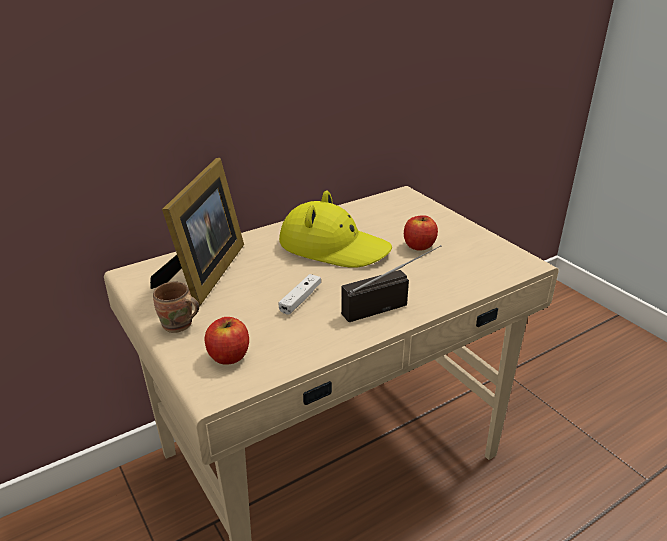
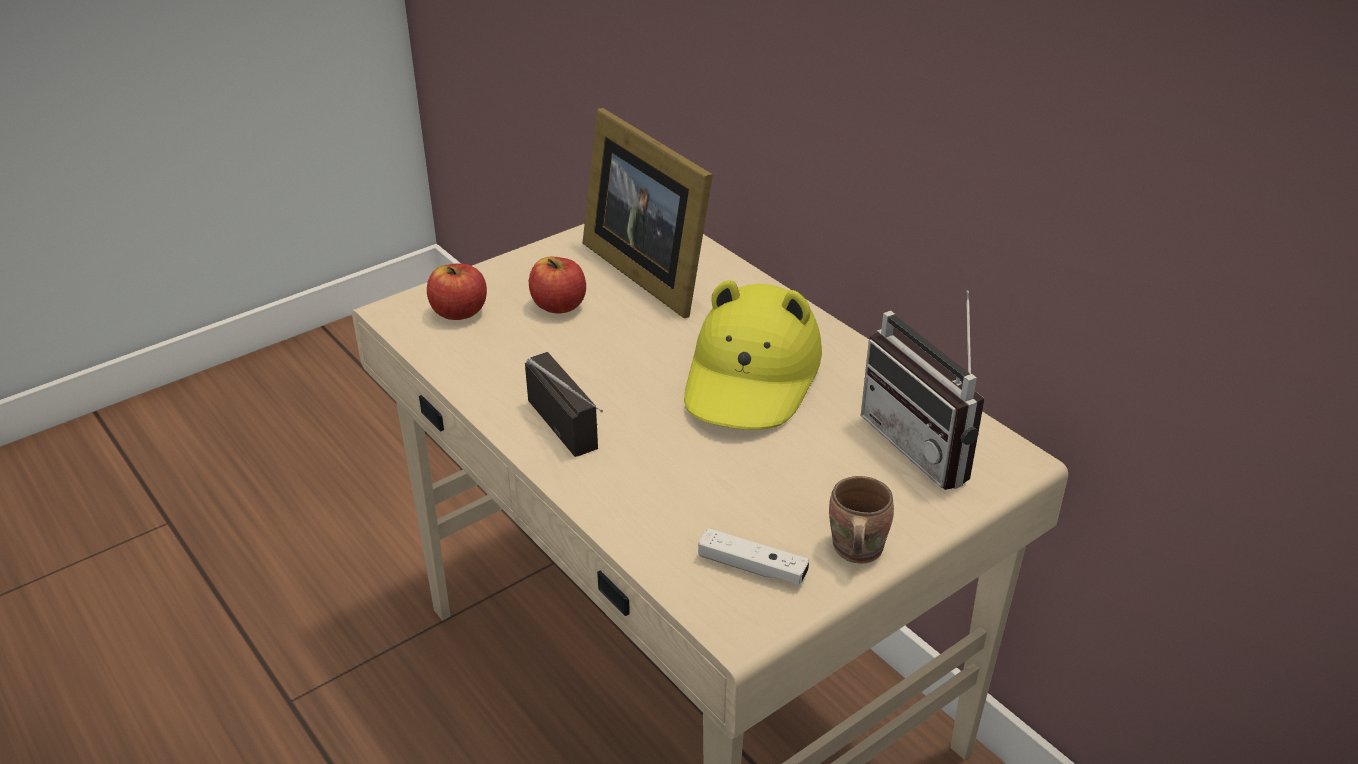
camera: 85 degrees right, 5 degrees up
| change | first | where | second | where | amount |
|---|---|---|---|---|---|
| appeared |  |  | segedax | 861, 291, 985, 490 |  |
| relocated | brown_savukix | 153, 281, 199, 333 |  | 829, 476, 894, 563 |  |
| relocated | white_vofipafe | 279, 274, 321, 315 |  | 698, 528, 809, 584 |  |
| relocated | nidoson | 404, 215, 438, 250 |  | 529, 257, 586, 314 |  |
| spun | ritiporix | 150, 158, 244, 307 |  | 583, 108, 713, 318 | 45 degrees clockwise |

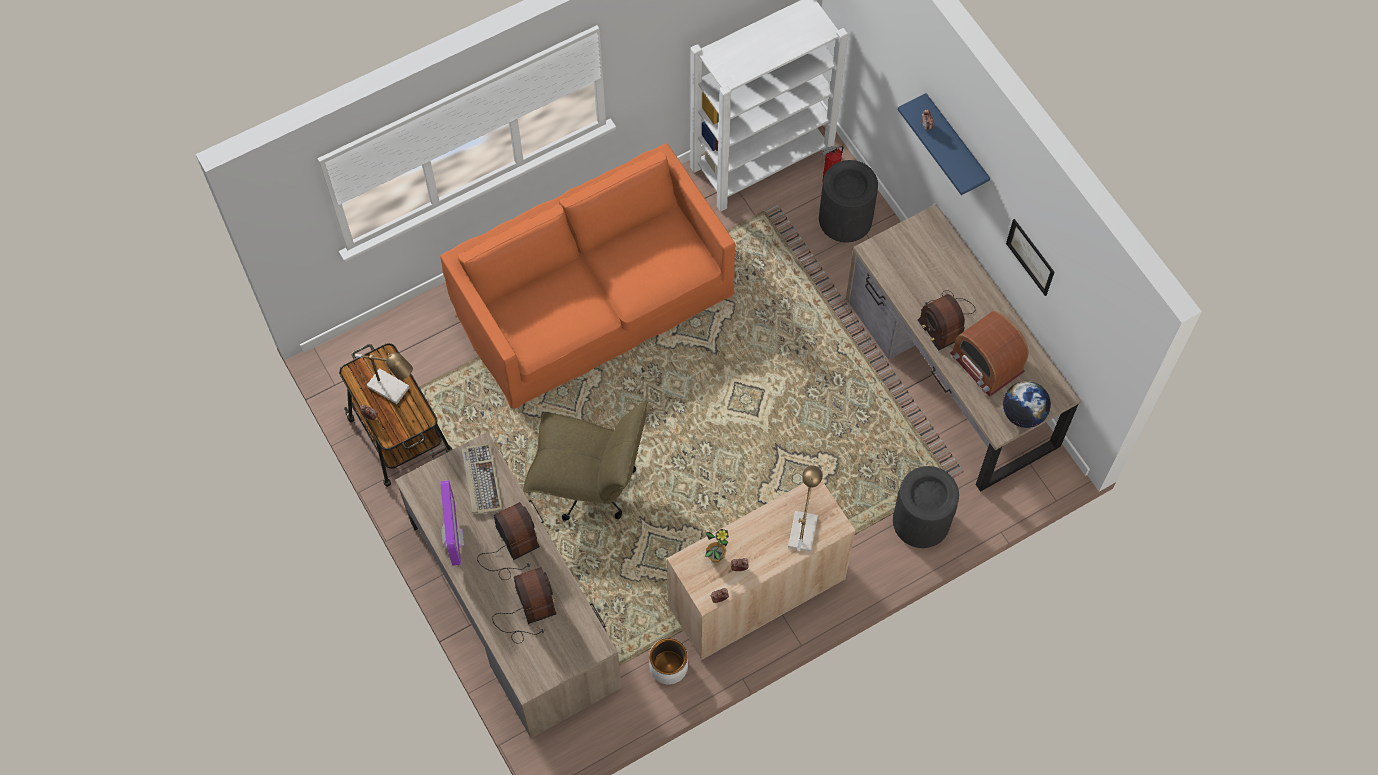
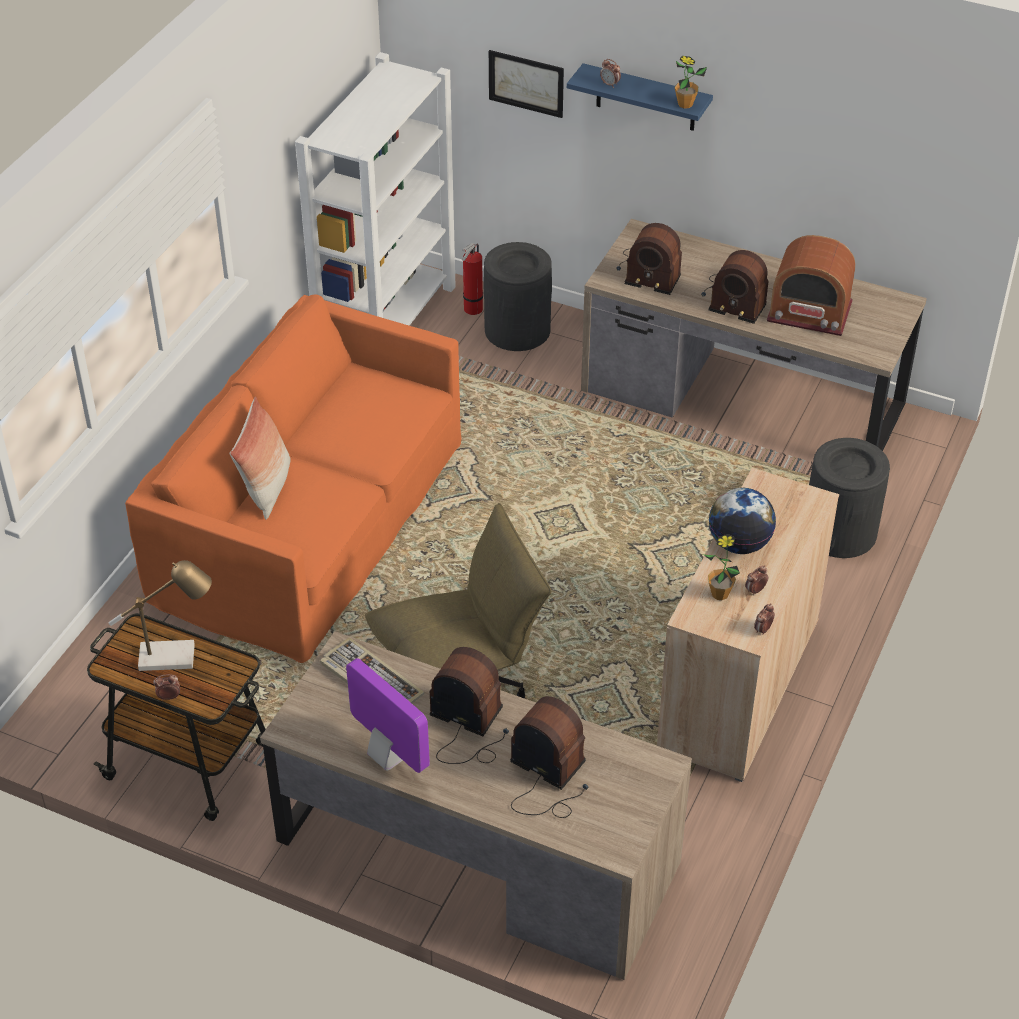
camera: 35 degrees left, 20 degrees down
| change | first | where | second | where | amount |
|---|---|---|---|---|---|
| missing | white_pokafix | 649, 638, 688, 685 |  |  |  |
| missing | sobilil | 788, 466, 823, 552 |  |  |  |
| appeared |  |  | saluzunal | 230, 396, 291, 520 |  |
| appeared |  |  | segedax | 616, 223, 682, 295 |  |
| appeared |  |  | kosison | 674, 56, 707, 109 |  |
| relocated | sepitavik | 1003, 381, 1051, 428 |  | 709, 488, 776, 554 |  |
| relocated | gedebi | 1006, 219, 1055, 296 |  | 489, 50, 564, 118 |  |

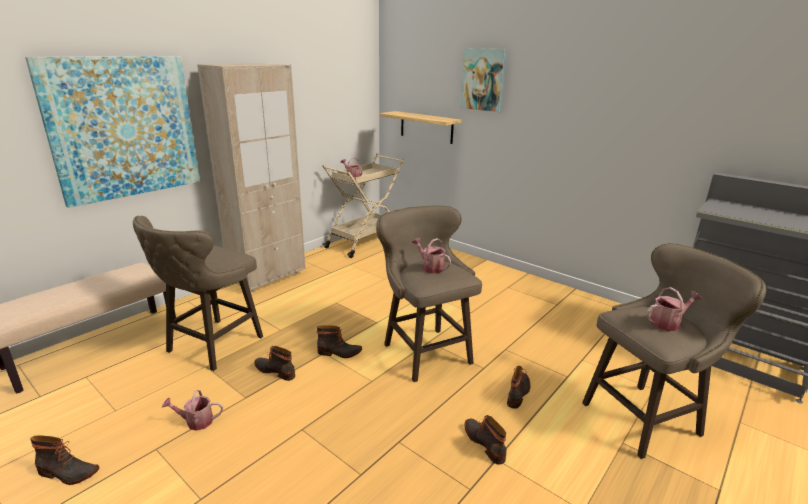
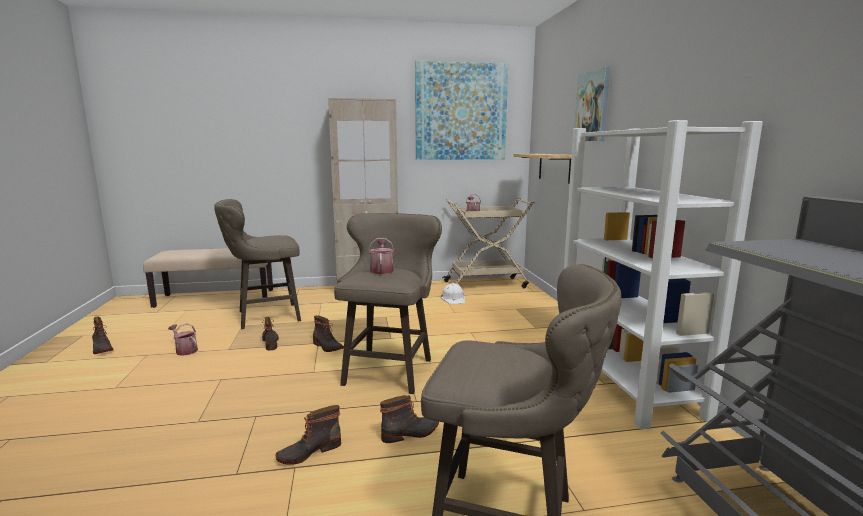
camera: 40 degrees right, 10 degrees down
| change | first | where | second | where | amount |
|---|---|---|---|---|---|
| missing | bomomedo | 646, 287, 702, 331 |  |  |  |
| appeared |  |  | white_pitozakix | 440, 283, 465, 304 |  |
| appeared |  |  | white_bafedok | 564, 120, 763, 429 |  |
| relocated | gedebi | 25, 56, 200, 208 |  | 415, 61, 508, 160 |  |
| spun | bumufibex | 464, 415, 507, 465 |  | 276, 405, 341, 465 | 135 degrees counterclockwise |

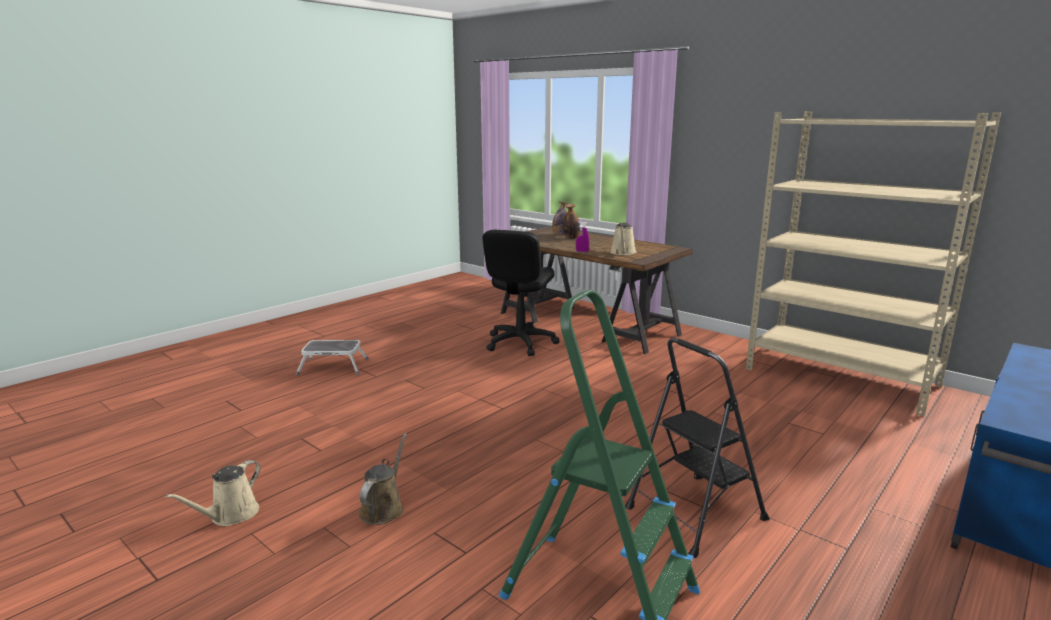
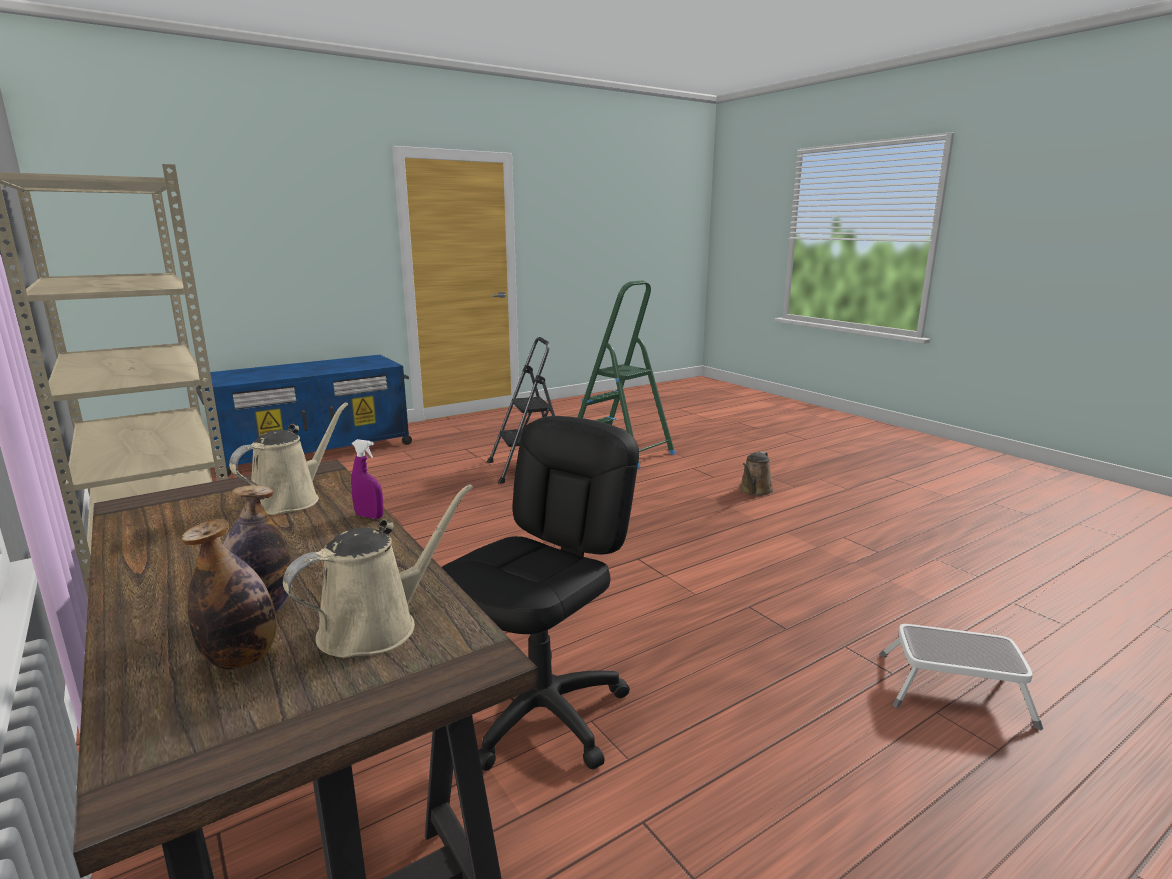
camera: 165 degrees left, 0 degrees up
| change | first | where | second | where | amount |
|---|---|---|---|---|---|
| relocated | beige_bomomedo | 165, 460, 261, 526 |  | 283, 484, 473, 658 |  |

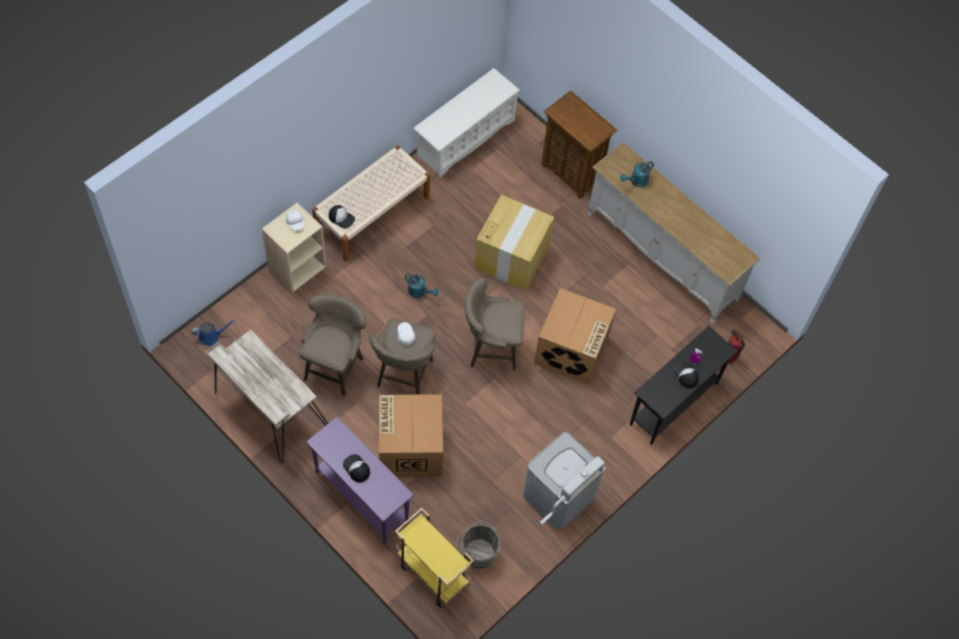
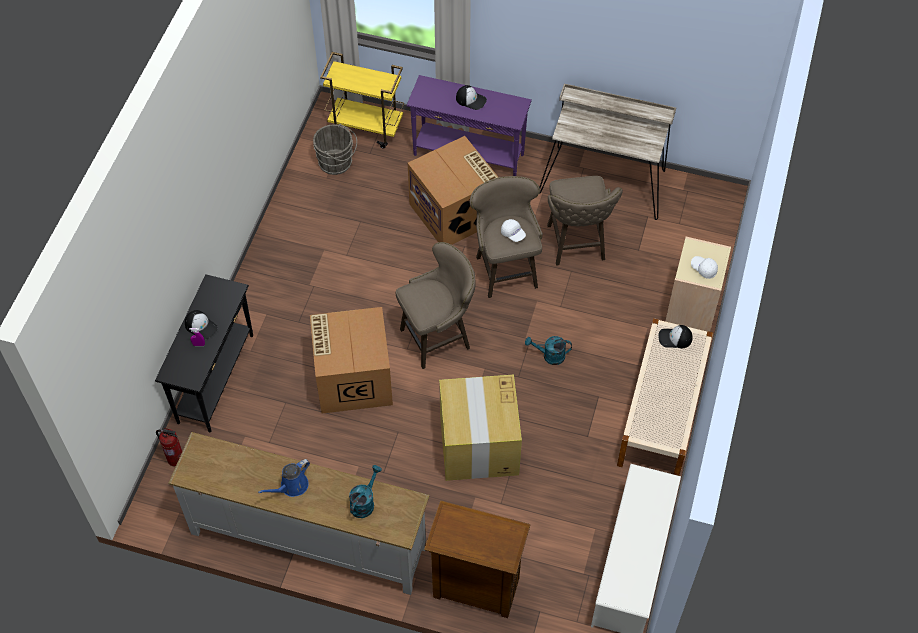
camera: 155 degrees right, 5 degrees down
| change | first | where | second | where | amount |
|---|---|---|---|---|---|
| missing | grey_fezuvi | 523, 432, 606, 530 |  |  |  |
| relocated | blue_bomomedo | 191, 320, 235, 346 |  | 258, 459, 310, 497 |  |

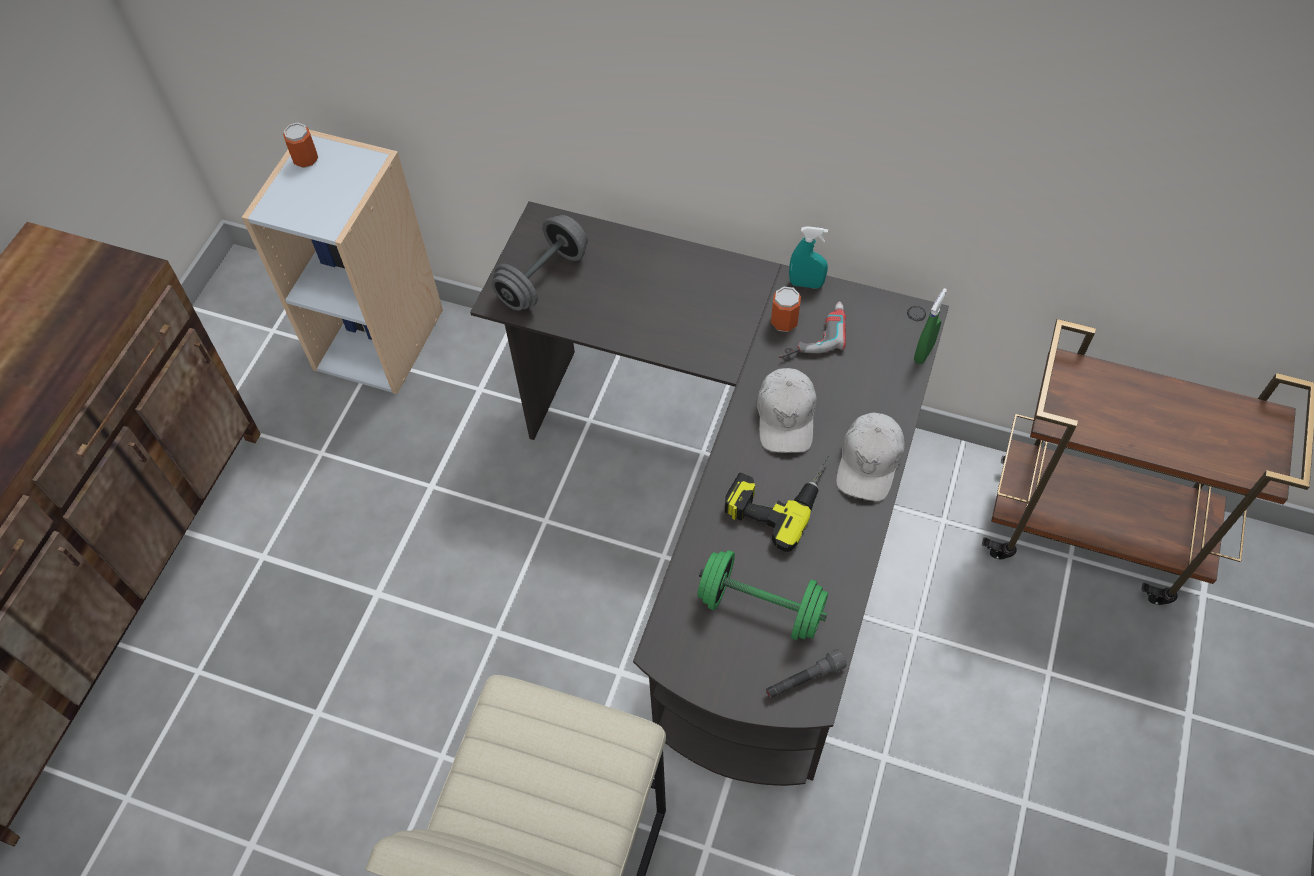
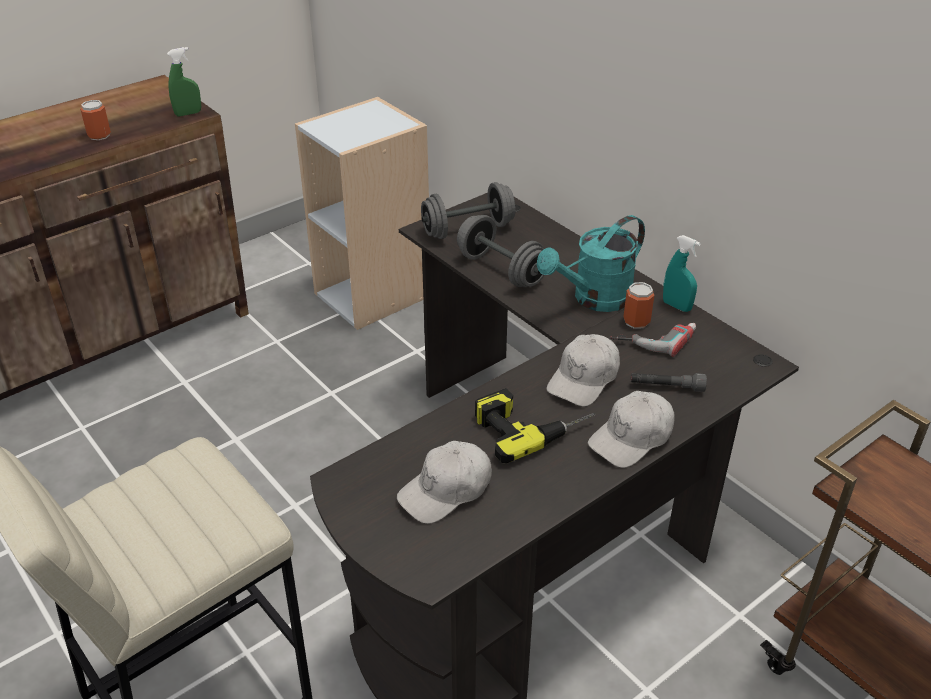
camera: 30 degrees right, 20 degrees down
| change | first | where | second | where | amount |
|---|---|---|---|---|---|
| appeared |  |  | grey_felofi | 457, 215, 545, 287 |  |
| appeared |  |  | turquoise_bomomedo | 537, 215, 645, 312 |  |
| relocated | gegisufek | 283, 122, 318, 168 |  | 80, 100, 111, 140 |  |
| relocated | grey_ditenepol | 766, 649, 847, 698 |  | 631, 373, 707, 392 |  |
| relocated | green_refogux | 914, 288, 947, 364 |  | 167, 47, 201, 116 |  |
| exchanged | green_felofi | 697, 550, 828, 640 | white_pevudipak | 397, 441, 492, 524 |  |

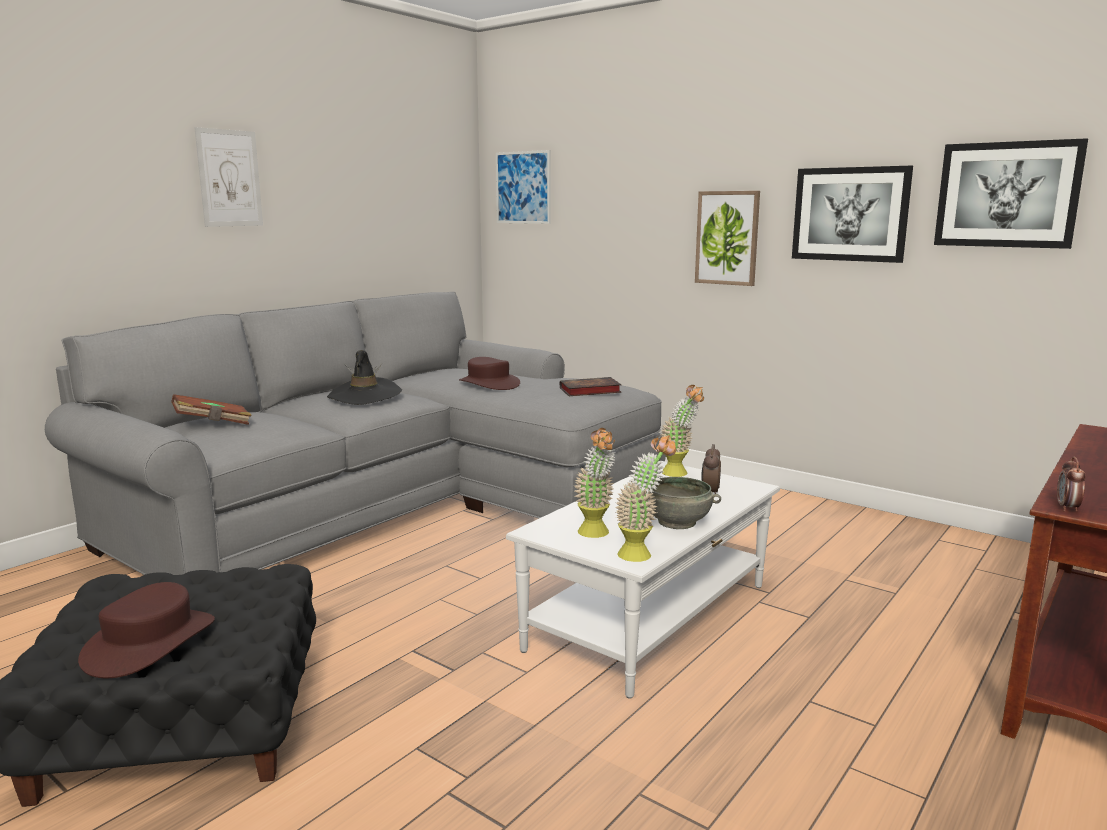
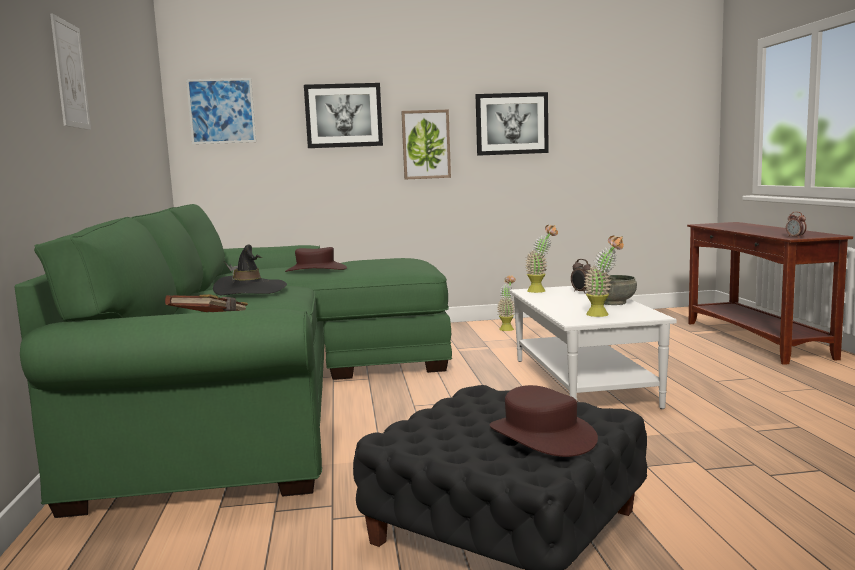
camera: 45 degrees left, 5 degrees down
| change | first | where | second | where | amount |
|---|---|---|---|---|---|
| missing | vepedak | 560, 377, 622, 396 |  |  |  |
| relocated | kosison | 615, 435, 676, 562 |  | 497, 275, 516, 331 |  |
| relocated | gedebi | 934, 138, 1088, 249 |  | 304, 83, 383, 148 |  |
| colour | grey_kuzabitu | 45, 292, 666, 575 | green_kuzabitu | 15, 204, 452, 518 |  |

